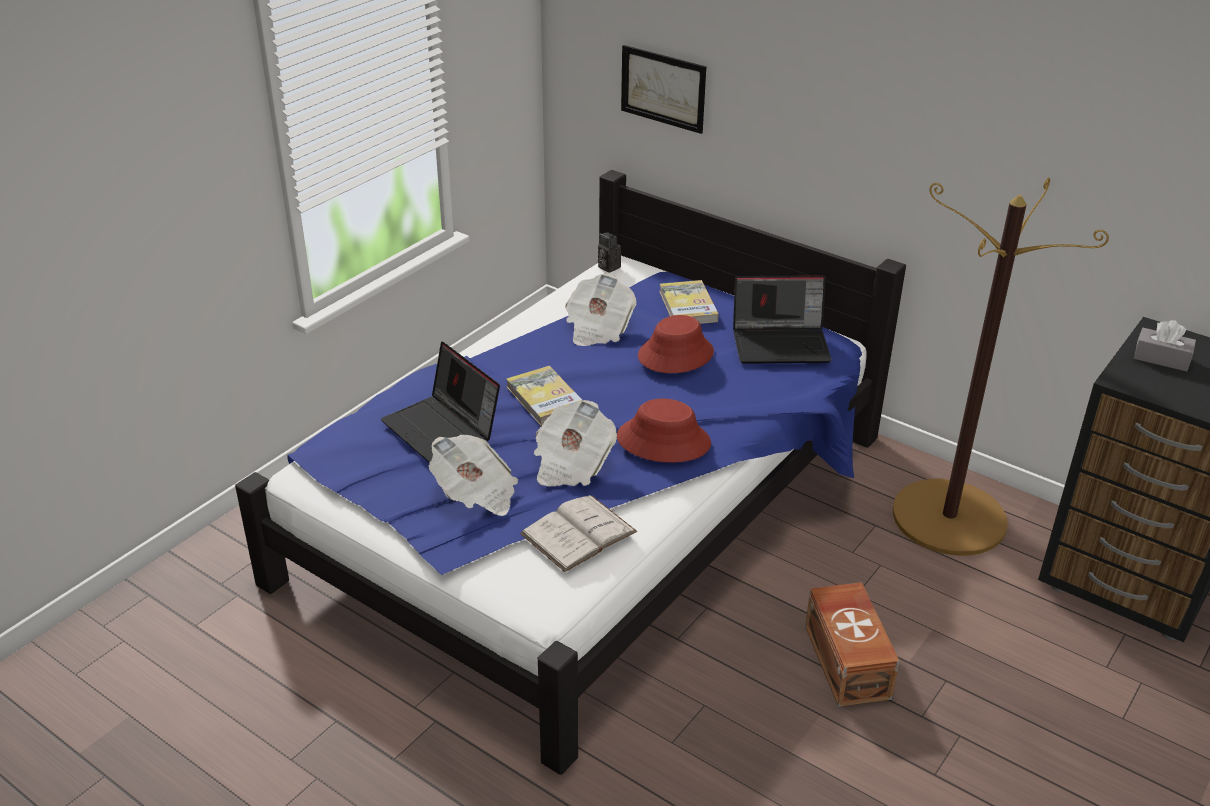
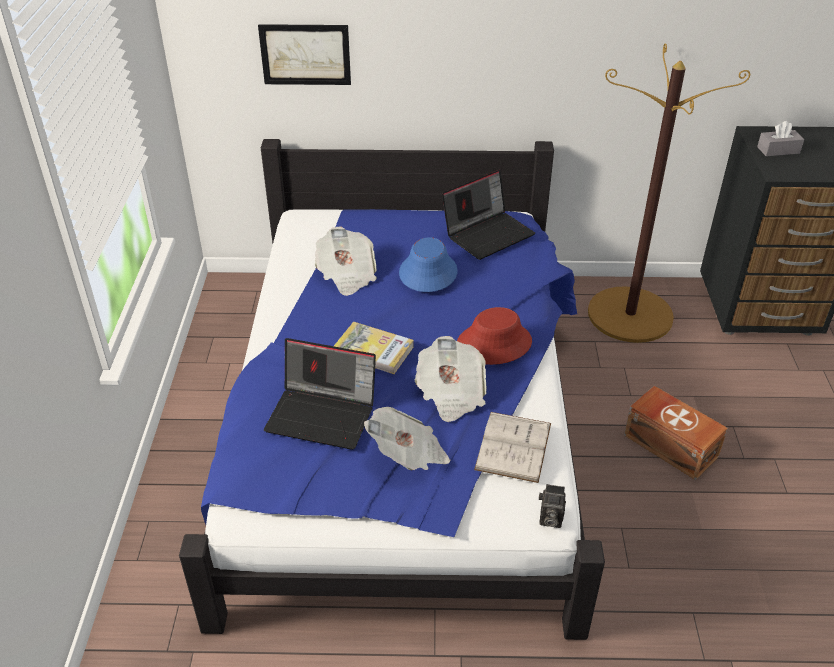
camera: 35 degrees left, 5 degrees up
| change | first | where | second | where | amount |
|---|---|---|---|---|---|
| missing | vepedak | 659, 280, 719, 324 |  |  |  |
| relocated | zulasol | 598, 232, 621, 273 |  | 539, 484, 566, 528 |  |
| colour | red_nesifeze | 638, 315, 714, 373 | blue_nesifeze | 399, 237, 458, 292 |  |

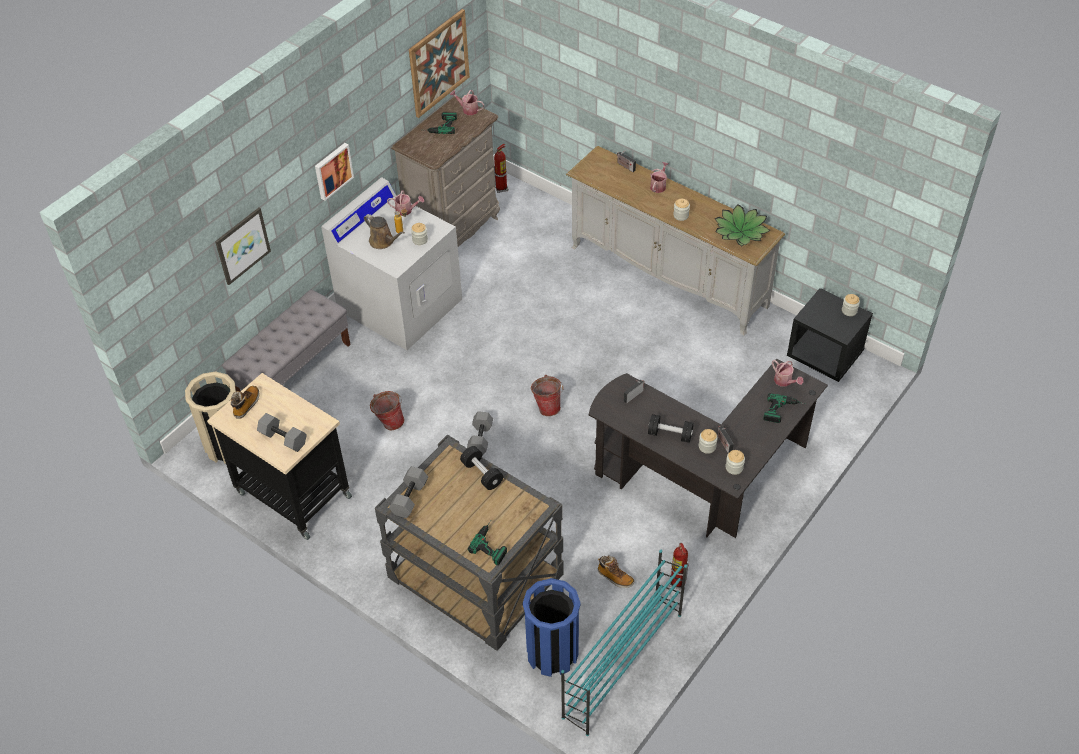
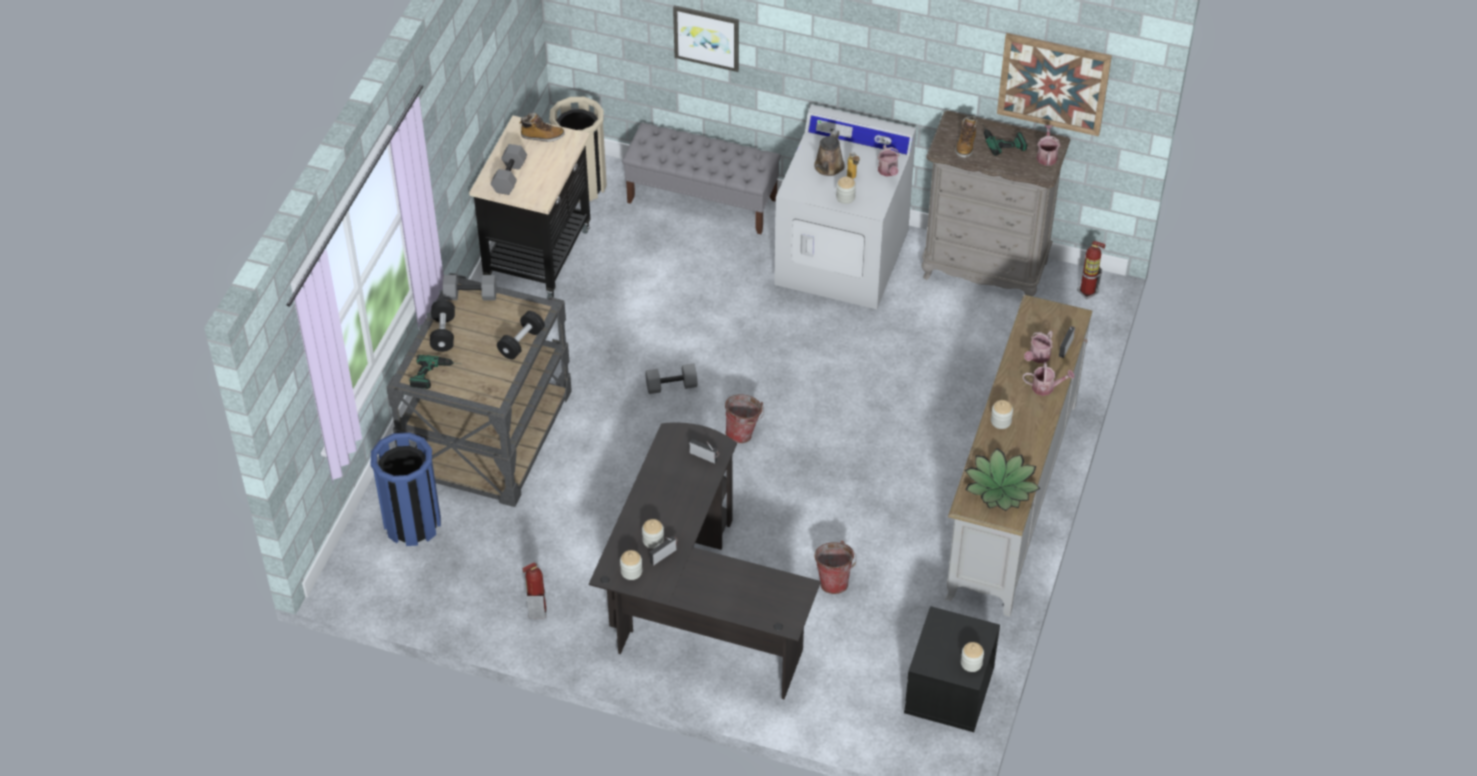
camera: 70 degrees right, 0 degrees up
| change | first | where | second | where | amount |
|---|---|---|---|---|---|
| missing | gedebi | 315, 143, 354, 201 |  |  |  |
| missing | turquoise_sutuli | 561, 550, 687, 736 |  |  |  |
| missing | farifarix | 763, 393, 805, 423 |  |  |  |
| relocated | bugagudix | 370, 391, 404, 430 |  | 814, 541, 856, 594 |  |
| relocated | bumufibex | 598, 556, 634, 588 |  | 955, 115, 978, 158 |  |
| relocated | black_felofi | 648, 414, 694, 443 |  | 430, 300, 455, 352 |  |
| relocated | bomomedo | 772, 360, 803, 386 |  | 1024, 331, 1053, 363 |  |

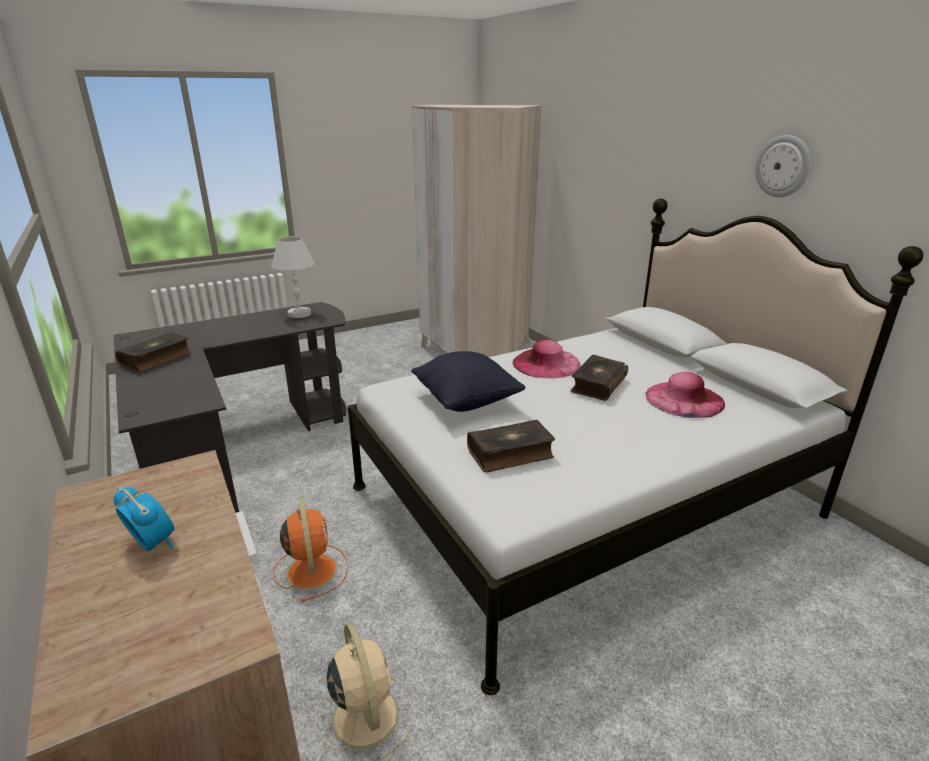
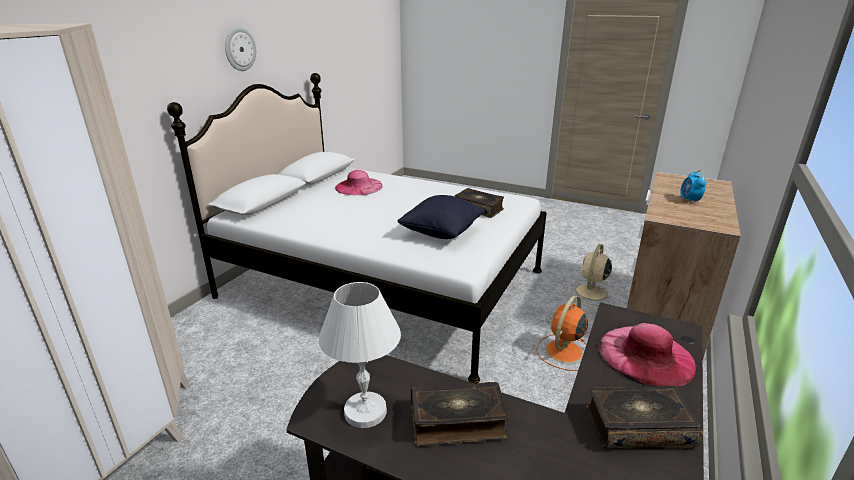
camera: 125 degrees left, 0 degrees up
| change | first | where | second | where | amount |
|---|---|---|---|---|---|
| relocated | pink_nesifeze | 513, 340, 581, 379 |  | 598, 323, 696, 387 |  |
| relocated | vepedak | 570, 355, 628, 401 |  | 411, 382, 509, 447 |  |

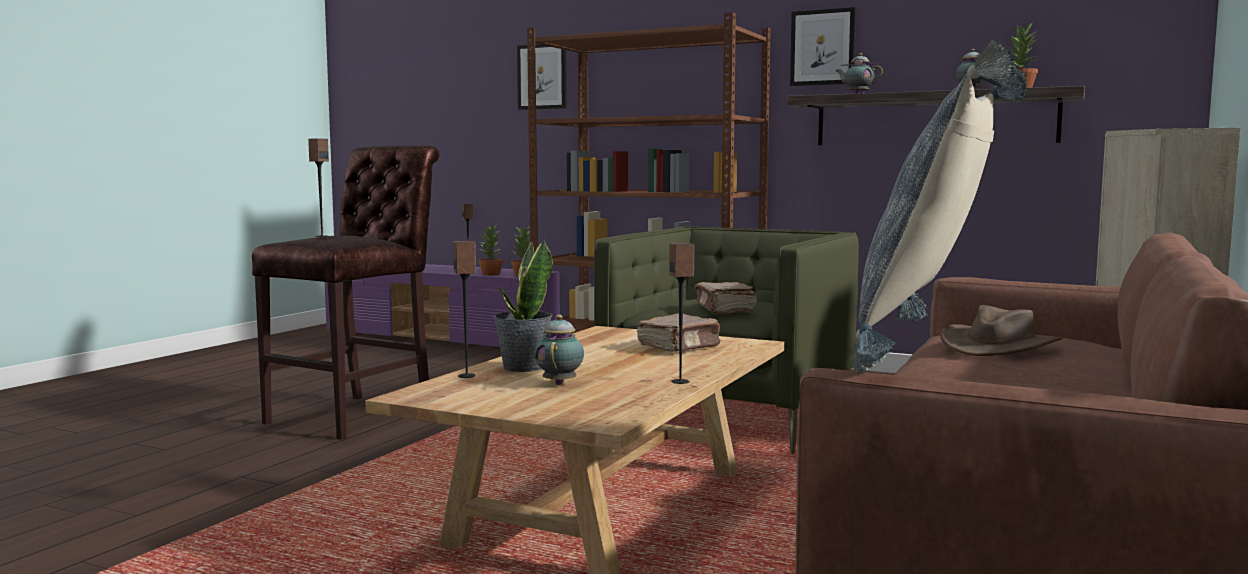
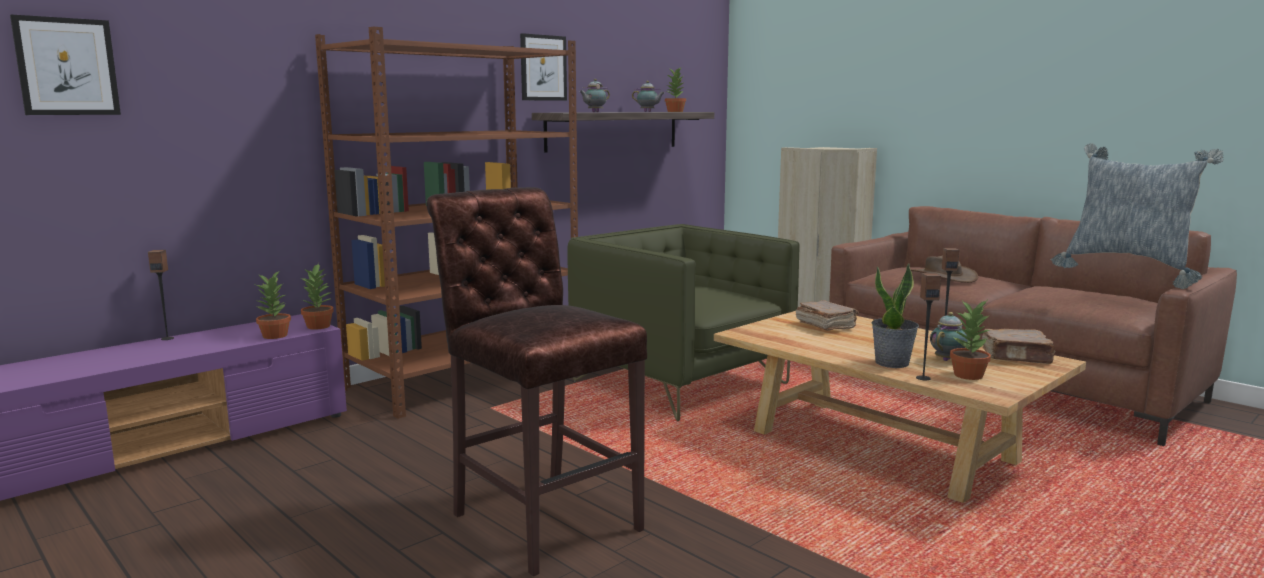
camera: 70 degrees left, 5 degrees up
| change | first | where | second | where | amount |
|---|---|---|---|---|---|
| missing | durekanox | 308, 138, 329, 237 |  |  |  |
| appeared |  |  | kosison | 950, 301, 991, 380 |  |
| relocated | gedebi | 517, 44, 567, 110 |  | 10, 15, 121, 115 |  |
| relocated | brown_vepedak | 695, 282, 757, 314 |  | 982, 329, 1056, 364 |  |
| spun | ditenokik | 534, 315, 584, 385 |  | 930, 312, 968, 361 | 105 degrees clockwise |

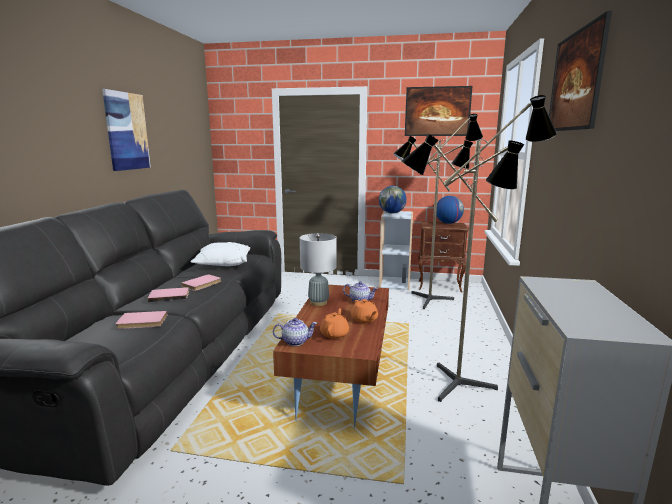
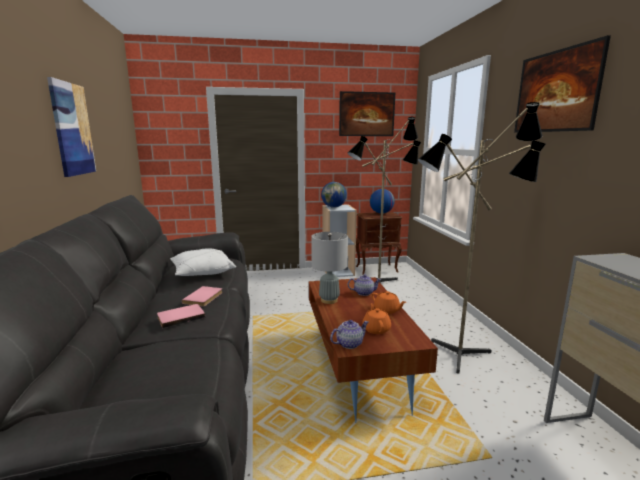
camera: 20 degrees left, 0 degrees up
| change | first | where | second | where | amount |
|---|---|---|---|---|---|
| missing | pink_vepedak | 115, 311, 167, 329 |  |  |  |

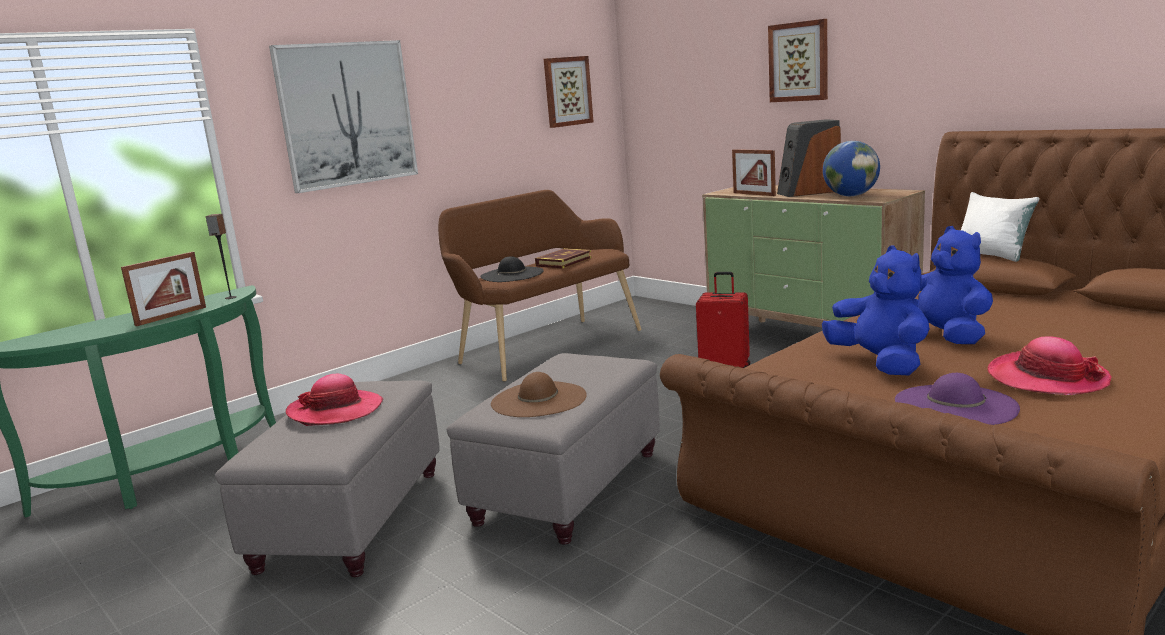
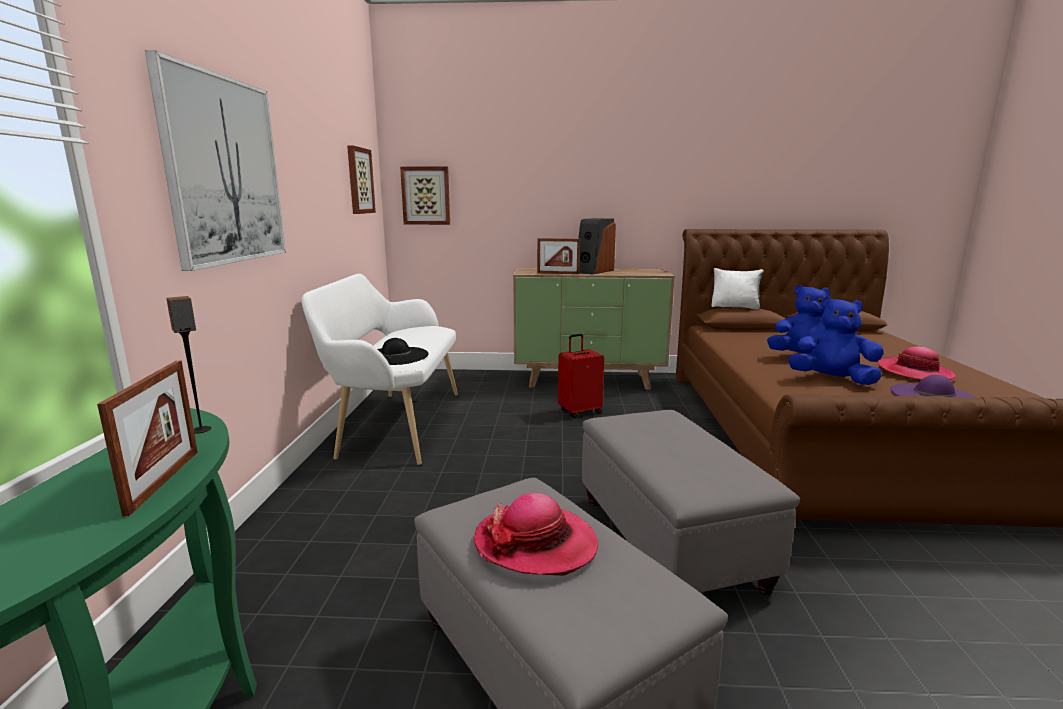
camera: 45 degrees left, 0 degrees up
| change | first | where | second | where | amount |
|---|---|---|---|---|---|
| missing | brown_nesifeze | 491, 372, 587, 417 |  |  |  |
| missing | vepedak | 535, 248, 592, 269 |  |  |  |
| missing | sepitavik | 823, 141, 880, 196 |  |  |  |
| relocated | gedebi | 768, 19, 828, 102 |  | 400, 167, 450, 225 |  |
| colour | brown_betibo | 438, 190, 641, 382 | white_betibo | 302, 274, 458, 465 |  |

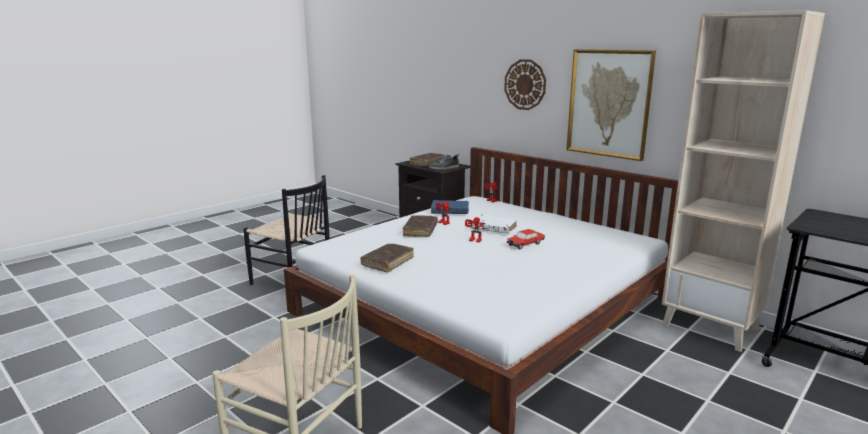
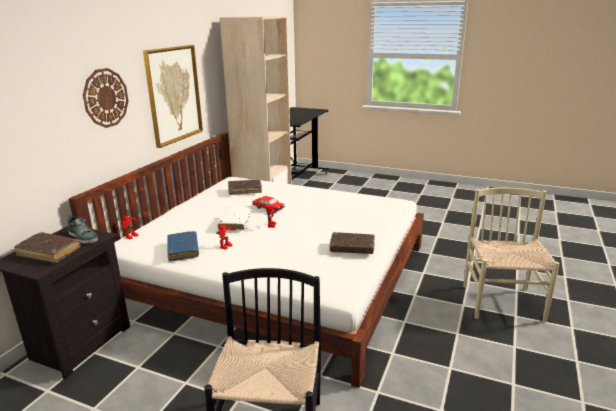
camera: 110 degrees left, 5 degrees up
| change | first | where | second | where | amount |
|---|---|---|---|---|---|
| relocated | brown_vepedak | 403, 215, 438, 237 |  | 228, 180, 262, 195 |  |

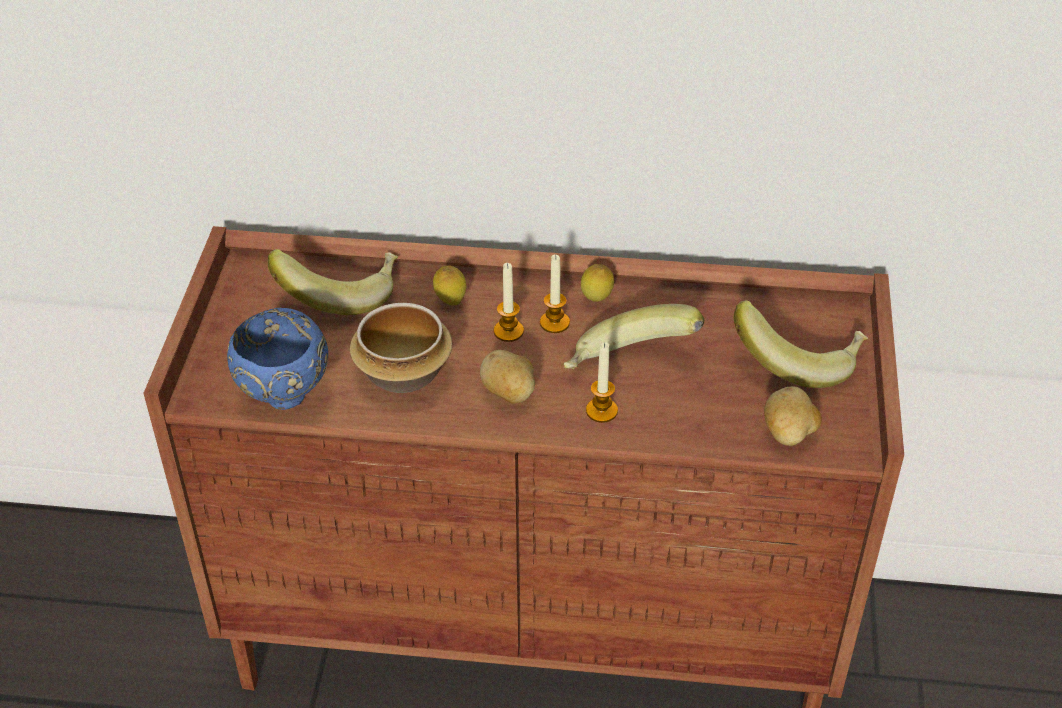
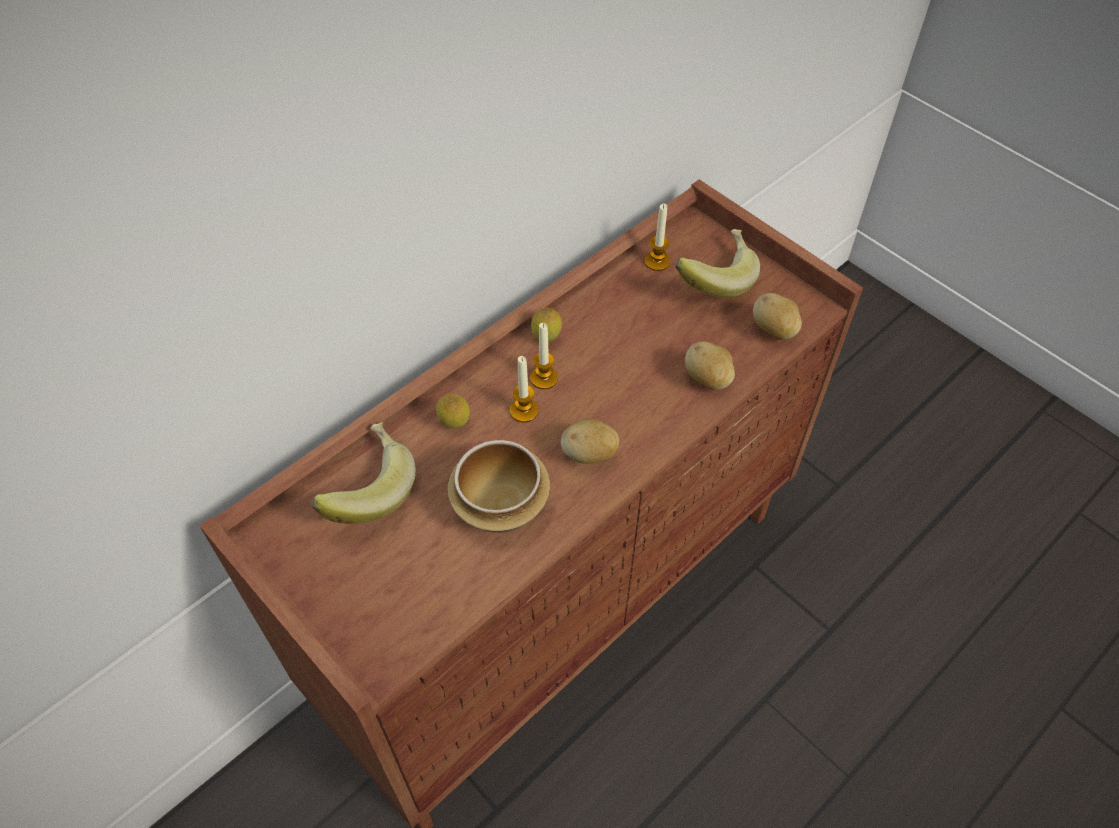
camera: 50 degrees left, 10 degrees up
| change | first | where | second | where | amount |
|---|---|---|---|---|---|
| missing | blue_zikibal | 227, 308, 328, 410 |  |  |  |
| missing | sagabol | 564, 304, 705, 369 |  |  |  |
| appeared |  |  | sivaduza | 685, 341, 735, 390 |  |
| relocated | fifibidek | 586, 342, 618, 423 |  | 645, 204, 670, 271 |  |

